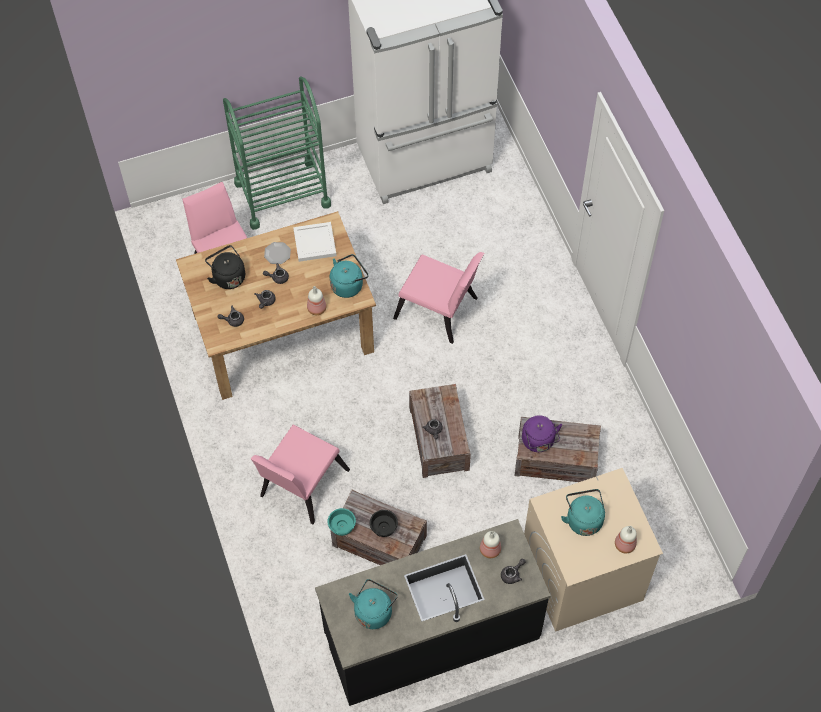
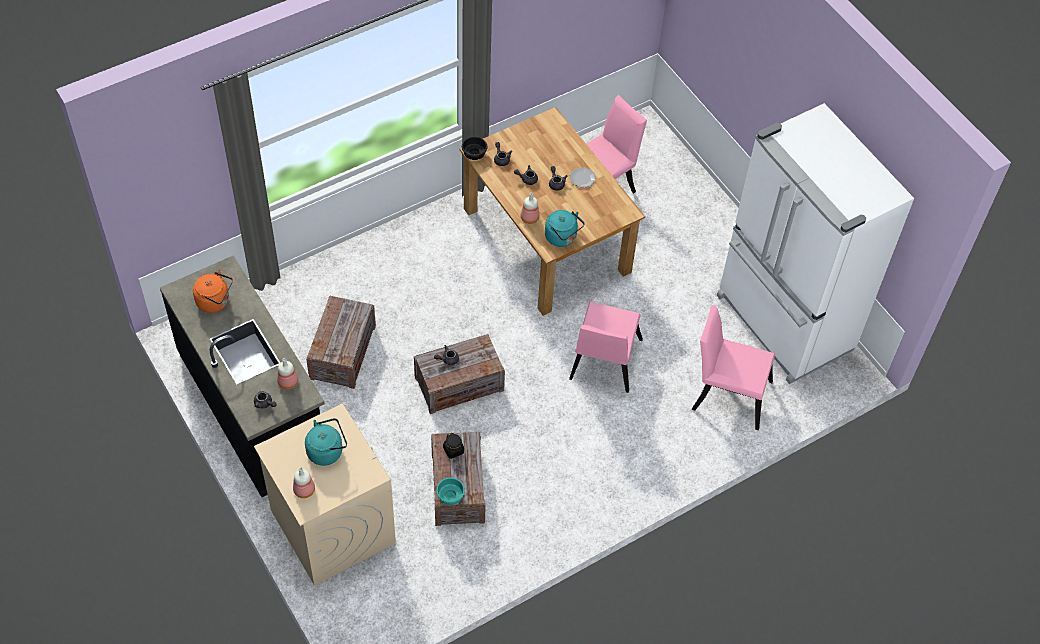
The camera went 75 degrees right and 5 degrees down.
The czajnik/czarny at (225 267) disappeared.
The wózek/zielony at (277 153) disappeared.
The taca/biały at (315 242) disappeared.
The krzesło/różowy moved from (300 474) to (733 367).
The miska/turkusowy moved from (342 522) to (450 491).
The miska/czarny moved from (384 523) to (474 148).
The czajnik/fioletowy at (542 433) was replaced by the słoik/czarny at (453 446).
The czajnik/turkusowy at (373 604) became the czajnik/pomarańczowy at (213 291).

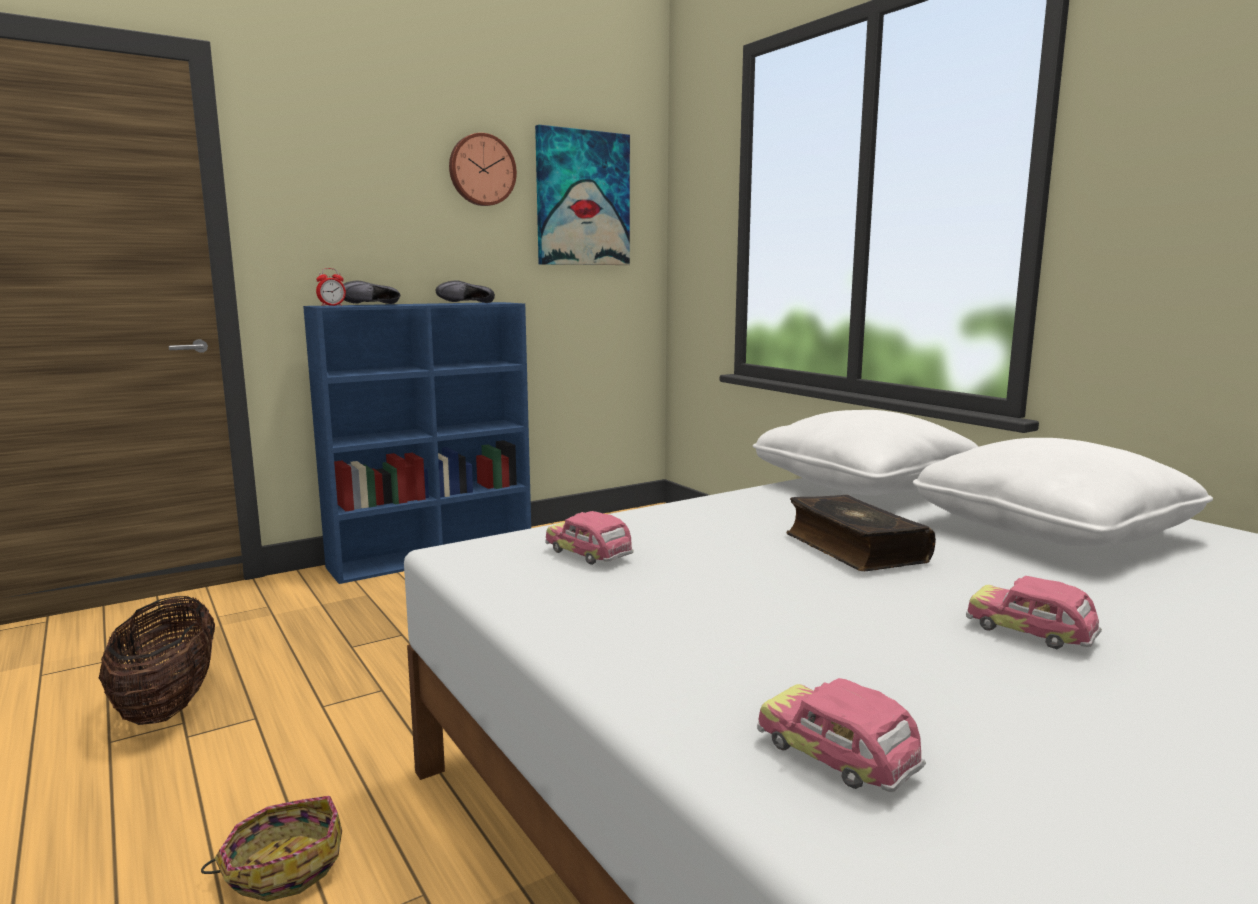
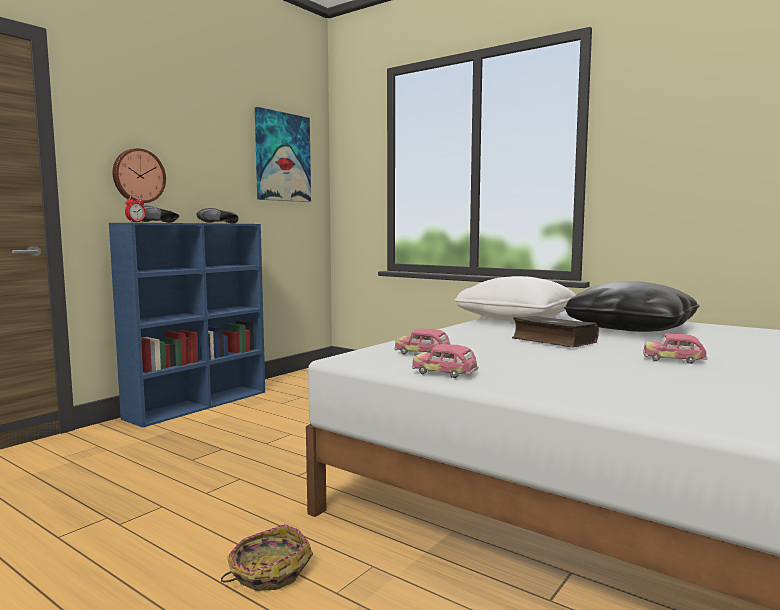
The camera went 20 degrees left and 5 degrees down.
The koszyk at (157 660) disappeared.
The zegar ścienny moved from (483 169) to (139 175).
The samochodzik moved from (841 735) to (445 361).
The poduszka/biały at (1063 492) became the poduszka/czarny at (632 306).

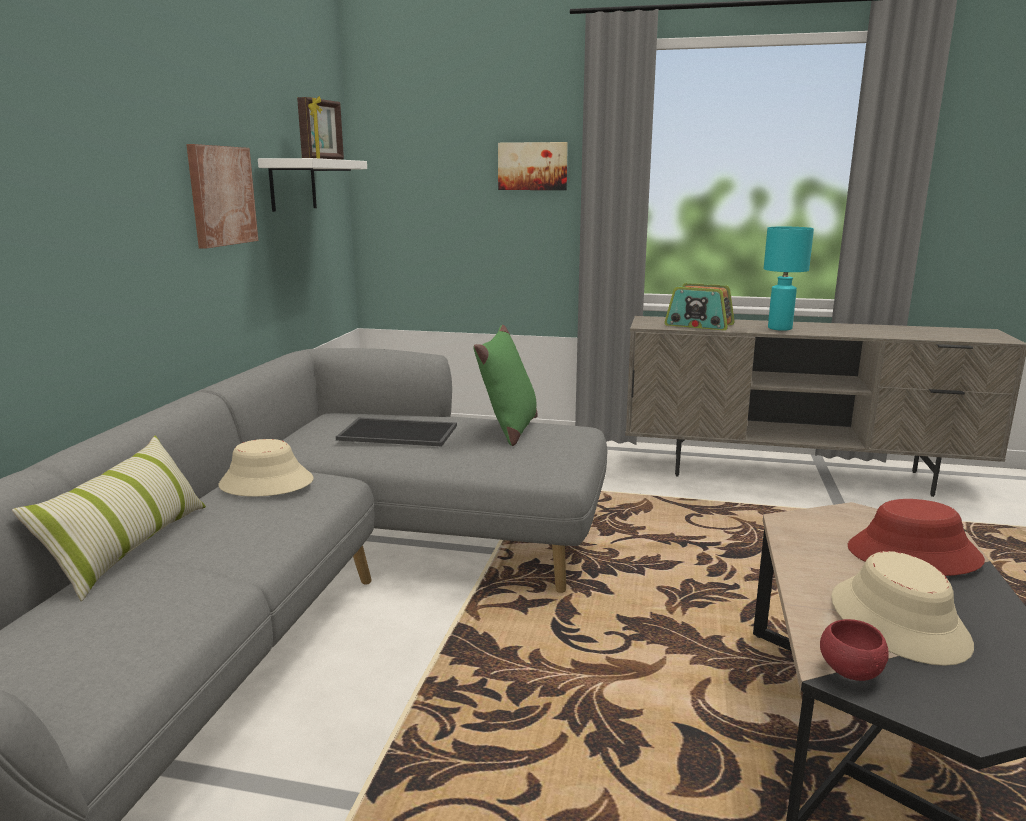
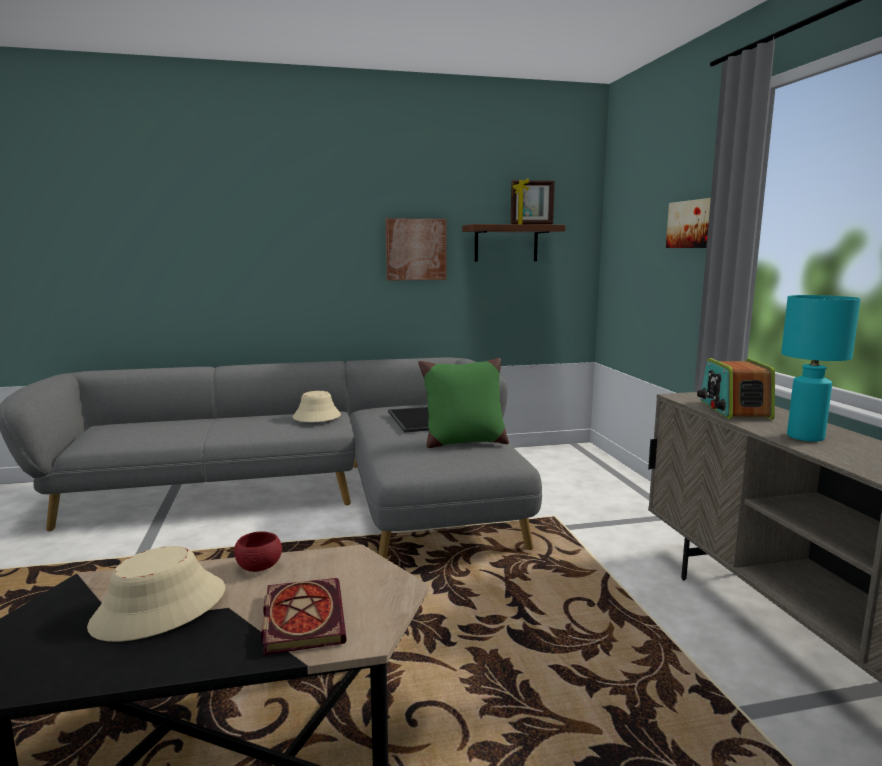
The camera went 65 degrees right and 5 degrees down.
The poduszka at (109 518) disappeared.
The miska/czerwony moved from (854 650) to (258 551).
The kapelusz/czerwony at (916 537) was replaced by the książka at (303 616).
The półka/biały at (312 185) became the półka/brązowy at (514 243).

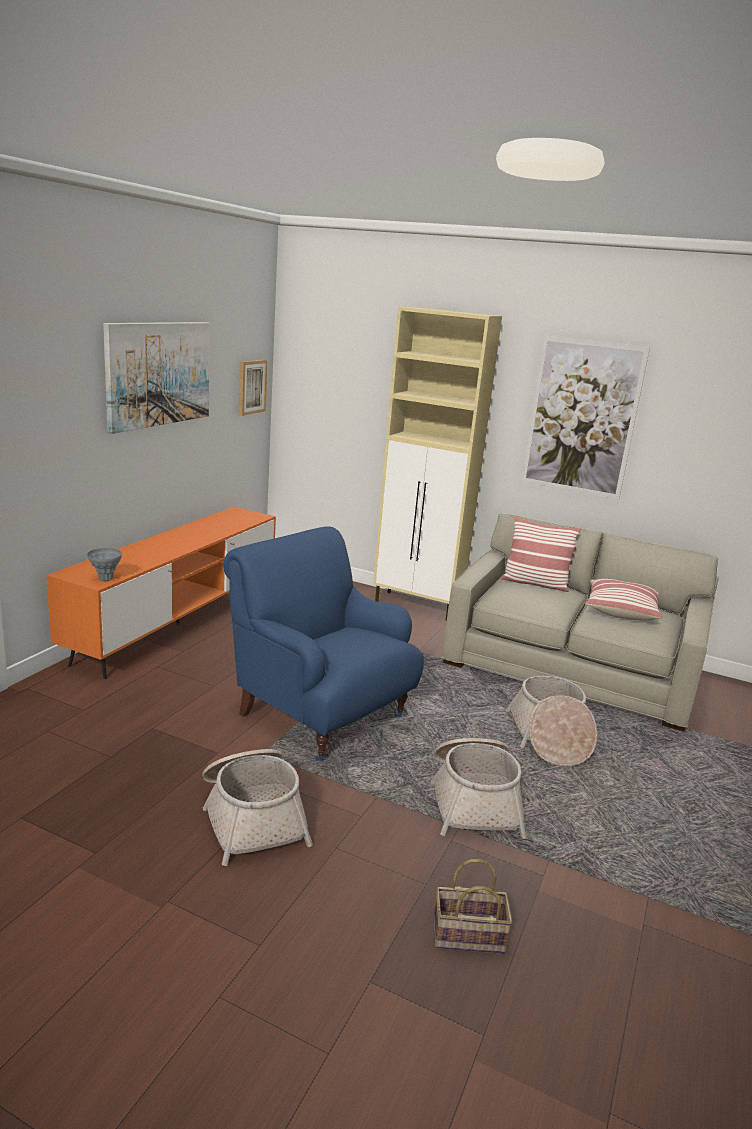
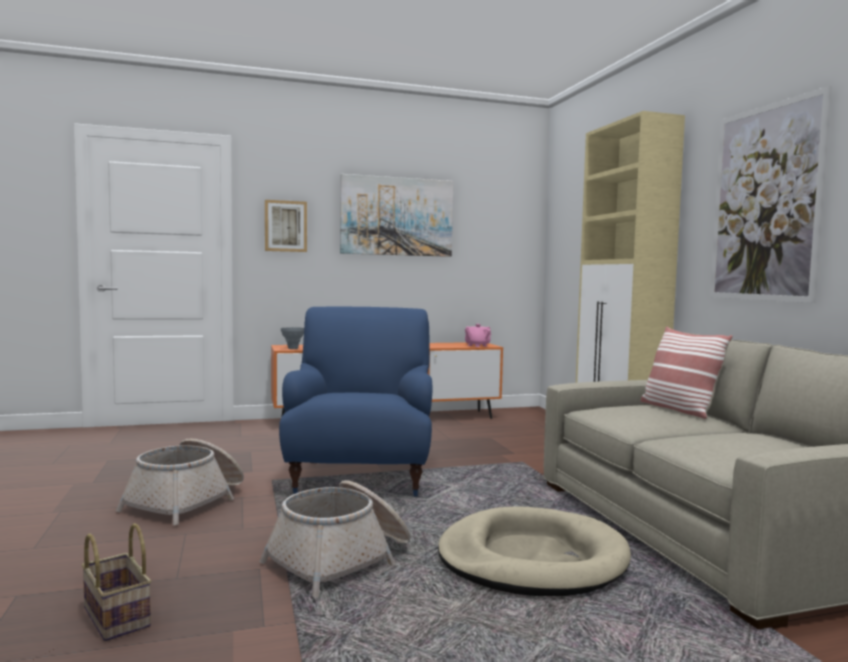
The camera went 50 degrees right and 15 degrees down.
The poduszka at (624 600) disappeared.
The imbryk/różowy at (478 335) appeared.
The obraz moved from (253 388) to (286 226).
The koszyk at (551 721) was replaced by the legowisko/beżowy at (534 551).

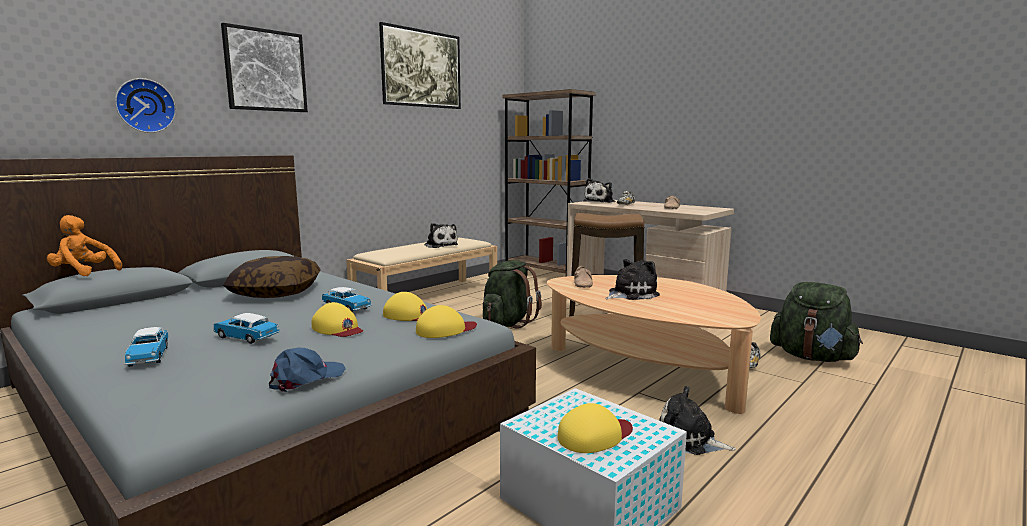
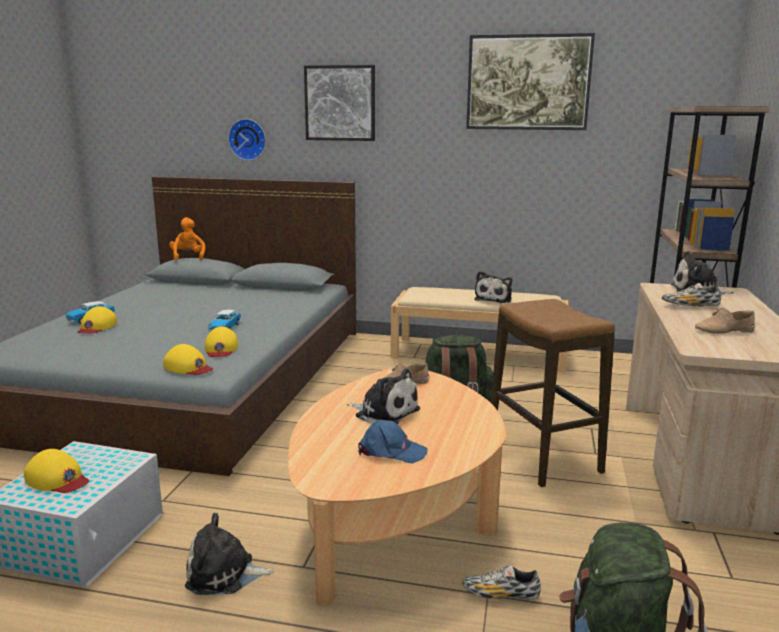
The camera went 60 degrees right and 5 degrees up.
The samochodzik at (246 328) disappeared.
The poduszka at (272 277) disappeared.
The czapka z daszkiem/niebieski moved from (307 369) to (393 442).
The czapka z daszkiem/żółty moved from (337 319) to (97 320).
The pluszak at (697 420) turned 90 degrees counterclockwise.

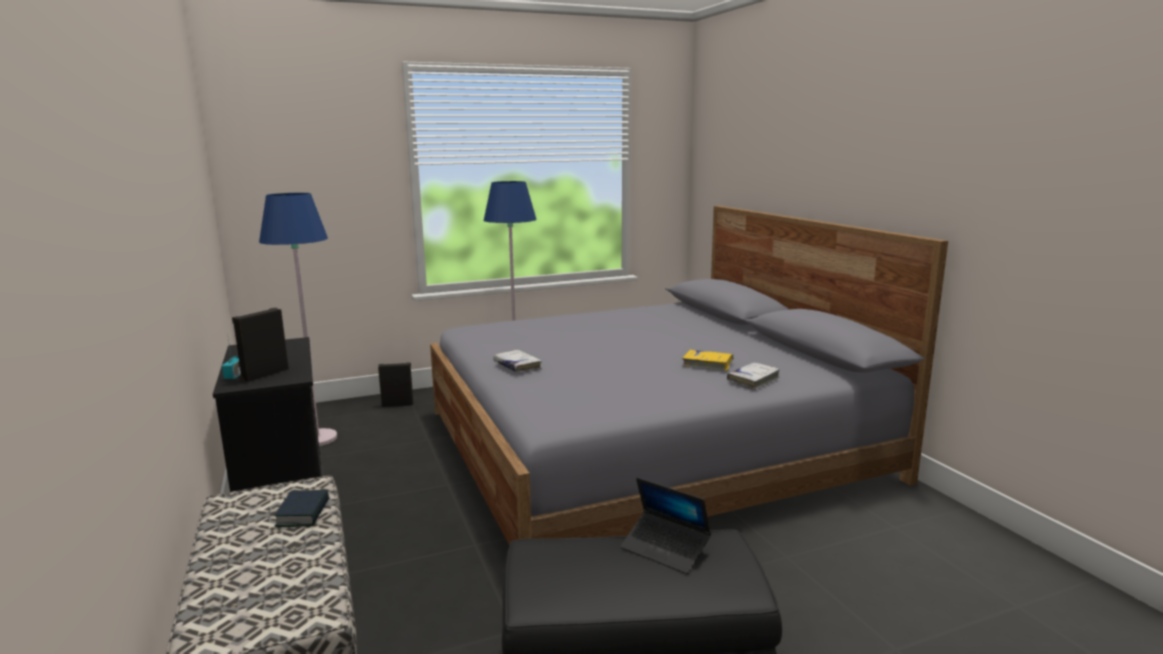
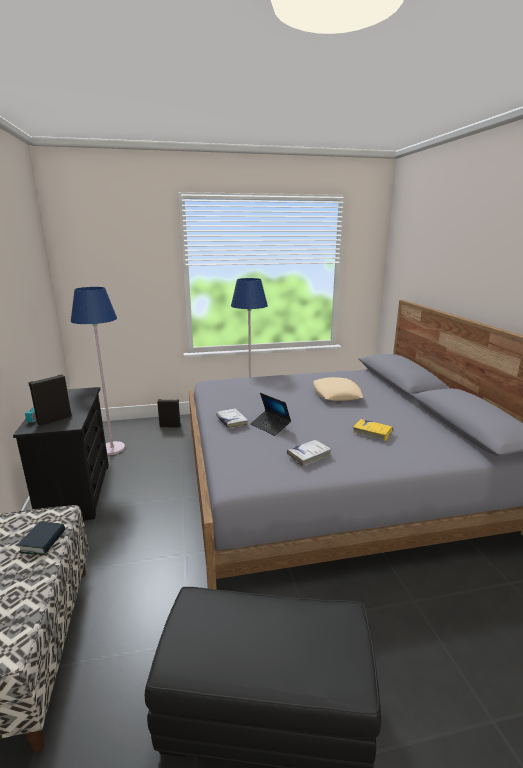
The camera went 10 degrees right and 5 degrees up.
The poduszka/beżowy at (338 389) appeared.
The laptop moved from (665 526) to (270 414).
The książka/biały moved from (753 376) to (309 453).

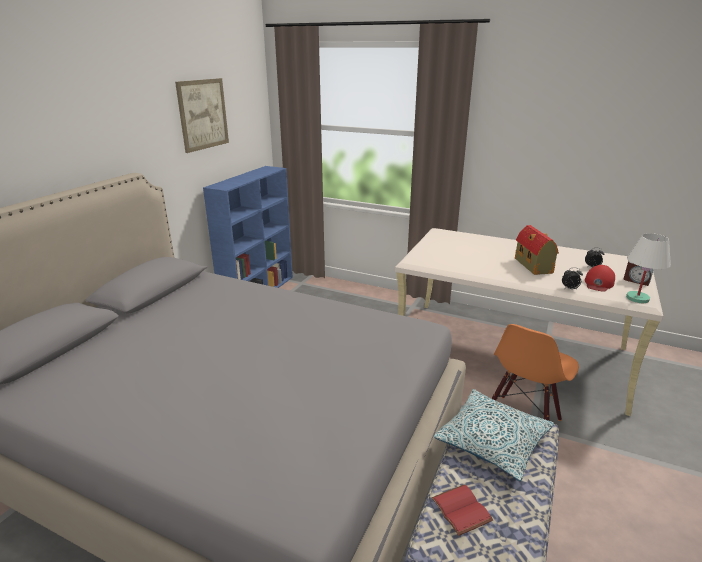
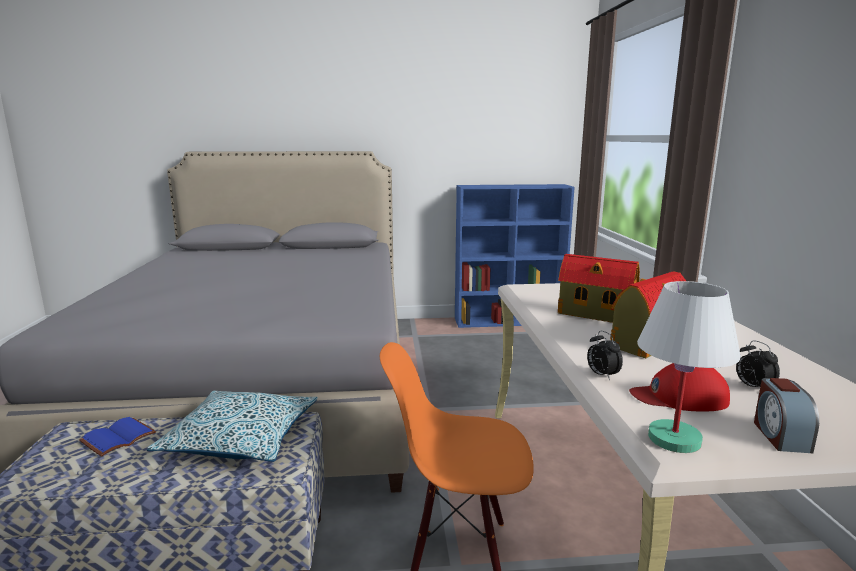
The camera went 60 degrees right and 10 degrees down.
The obraz at (202 115) disappeared.
The domek at (599 288) appeared.
The książka/czerwony at (462 510) became the książka/niebieski at (117 437).

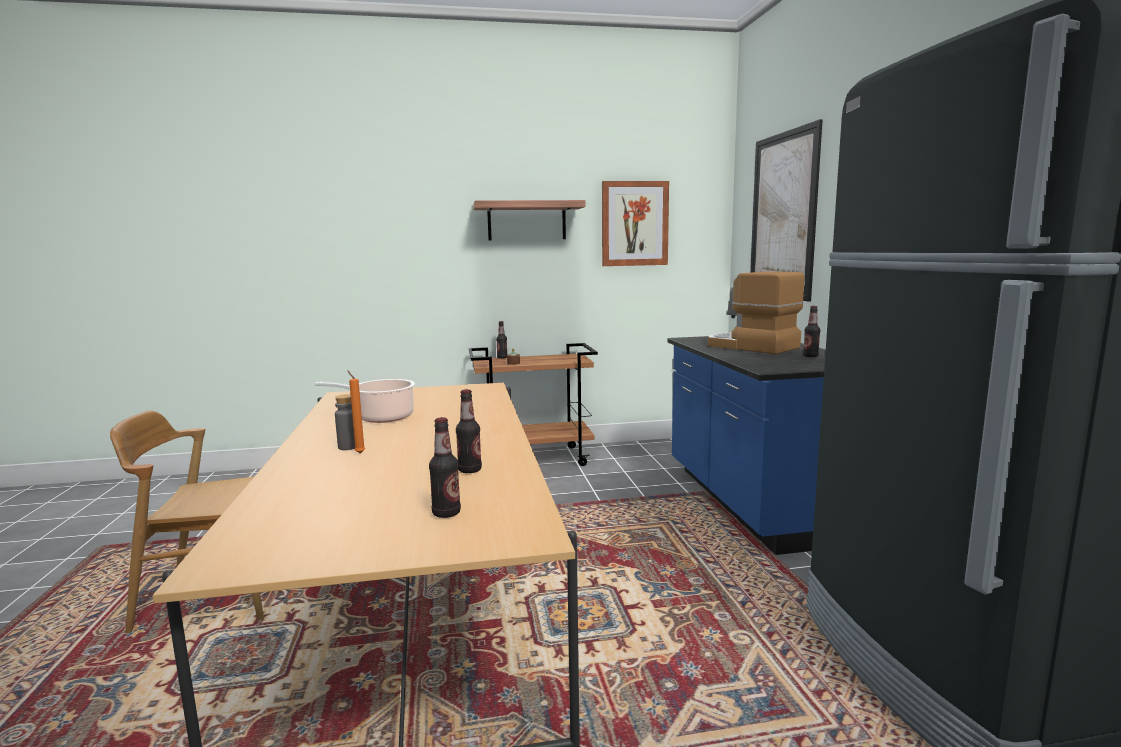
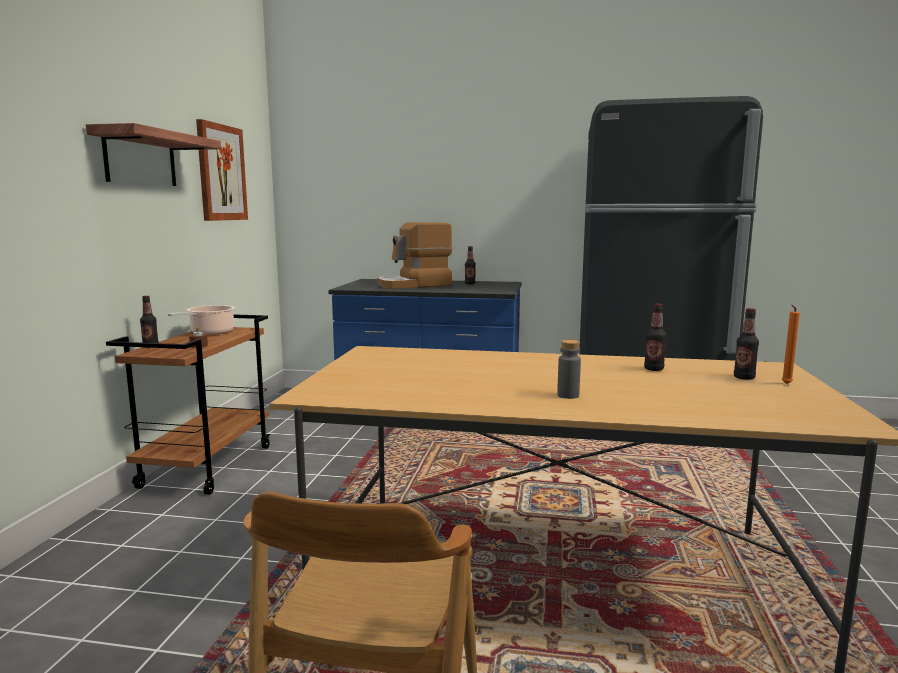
The camera went 70 degrees left and 0 degrees up.
The obraz at (786 210) disappeared.
The garnek moved from (365 401) to (201 320).
The świeca/pomarańczowy moved from (356 412) to (791 344).

